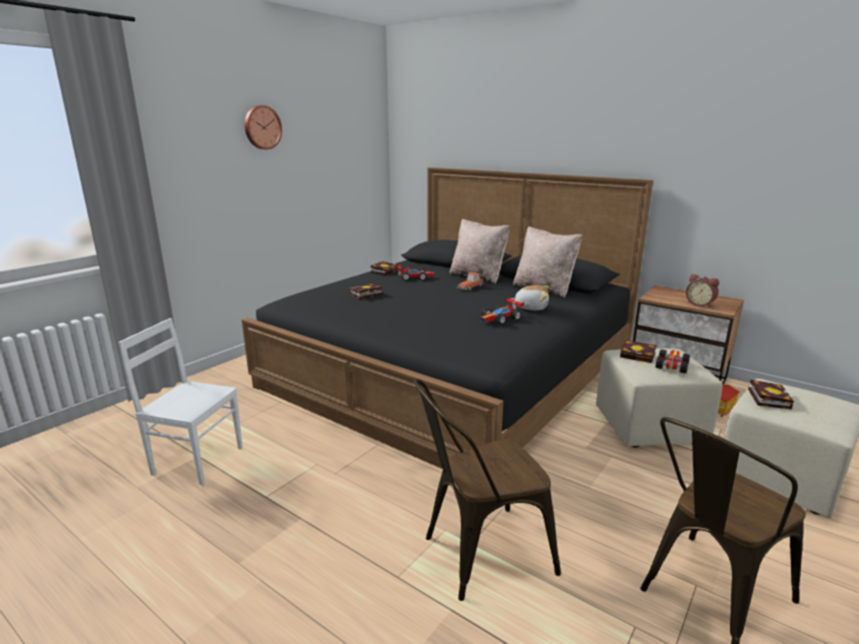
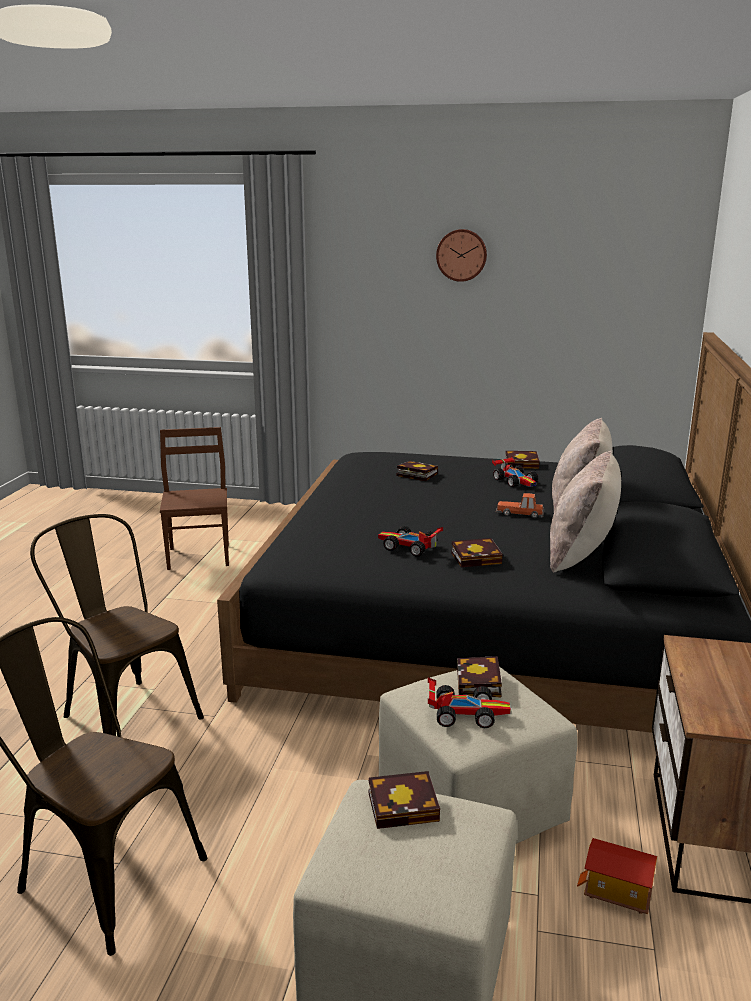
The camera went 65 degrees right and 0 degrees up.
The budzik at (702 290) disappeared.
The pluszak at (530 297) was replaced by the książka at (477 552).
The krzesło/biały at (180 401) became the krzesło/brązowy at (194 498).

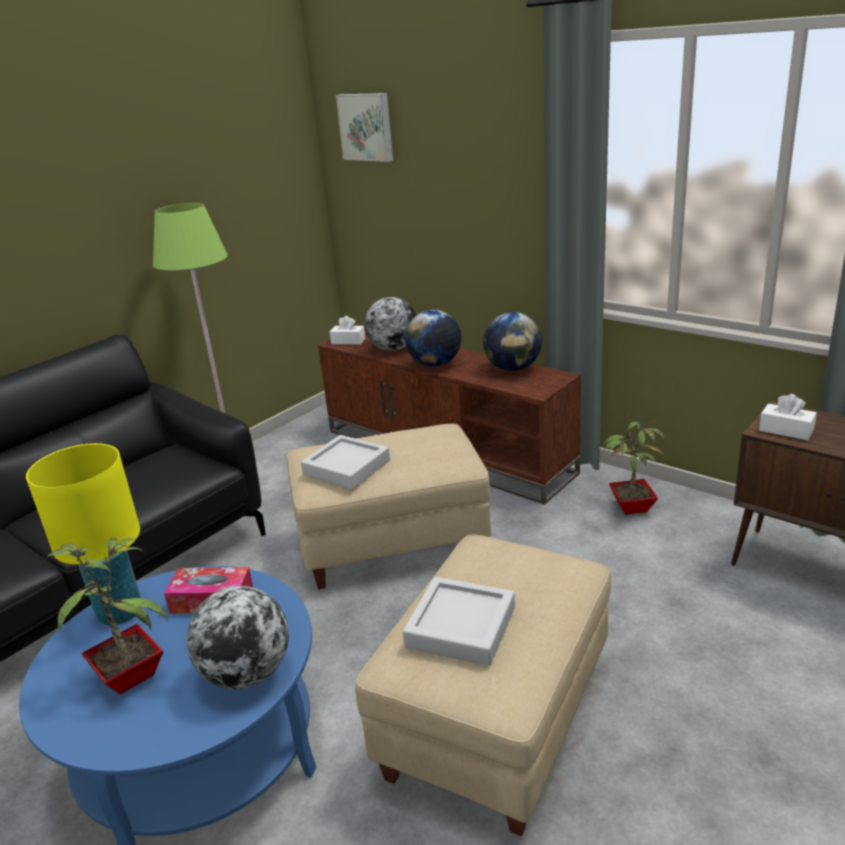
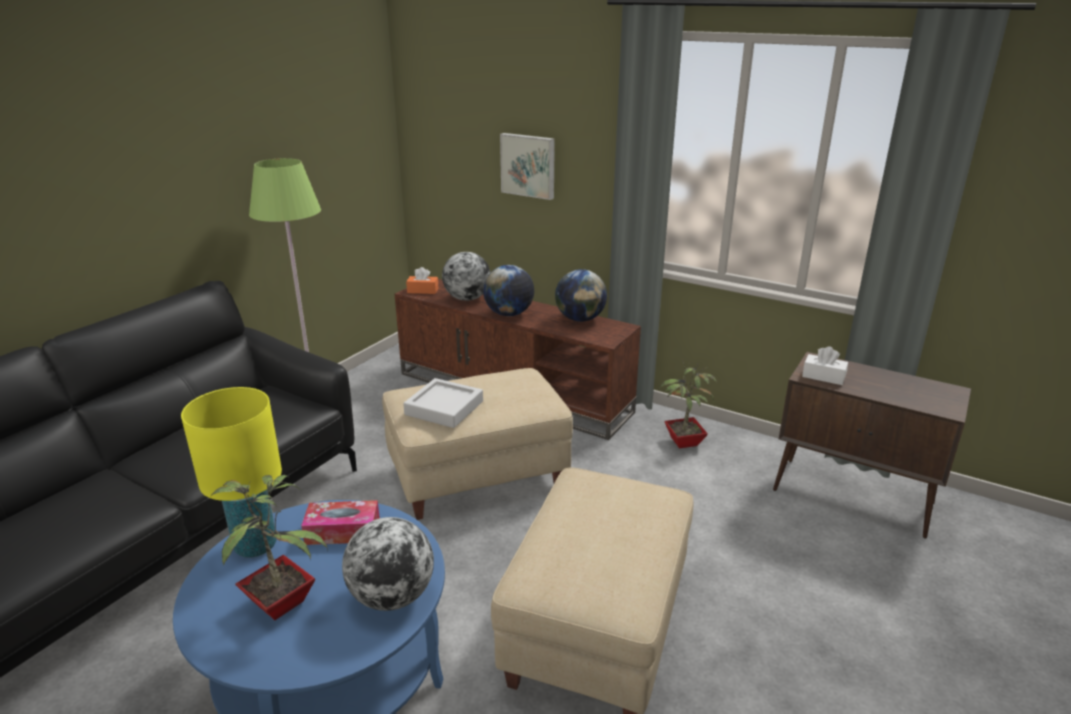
The camera went 10 degrees left and 0 degrees up.
The taca/szary at (459 621) disappeared.
The obraz moved from (364 127) to (527 166).
The pudełko chusteczek/biały at (347 330) became the pudełko chusteczek/pomarańczowy at (422 280).

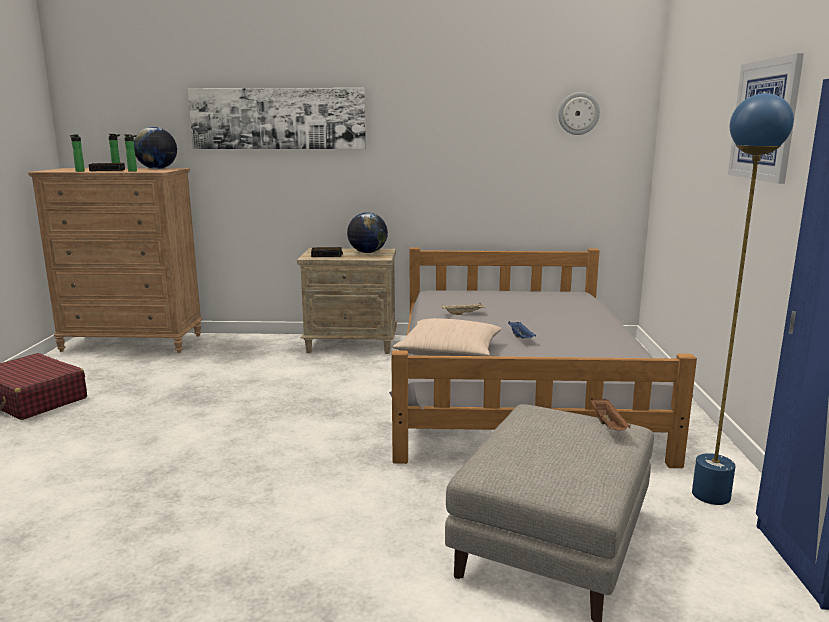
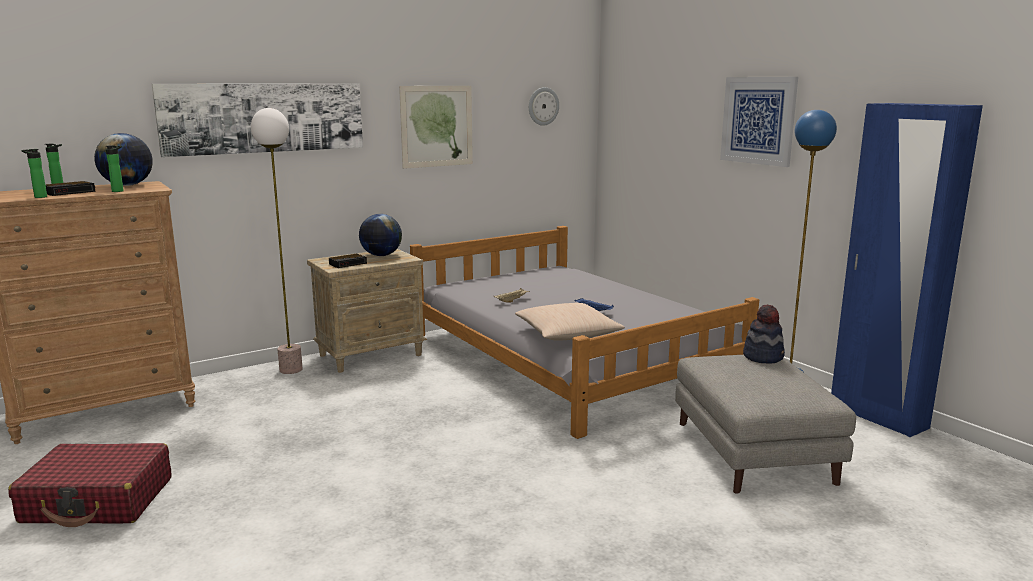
The camera went 35 degrees left and 0 degrees up.
The lampa stojąca at (277 241) appeared.
The obraz at (436 127) appeared.
The taca/brązowy at (610 414) was replaced by the kapelusz at (764 333).

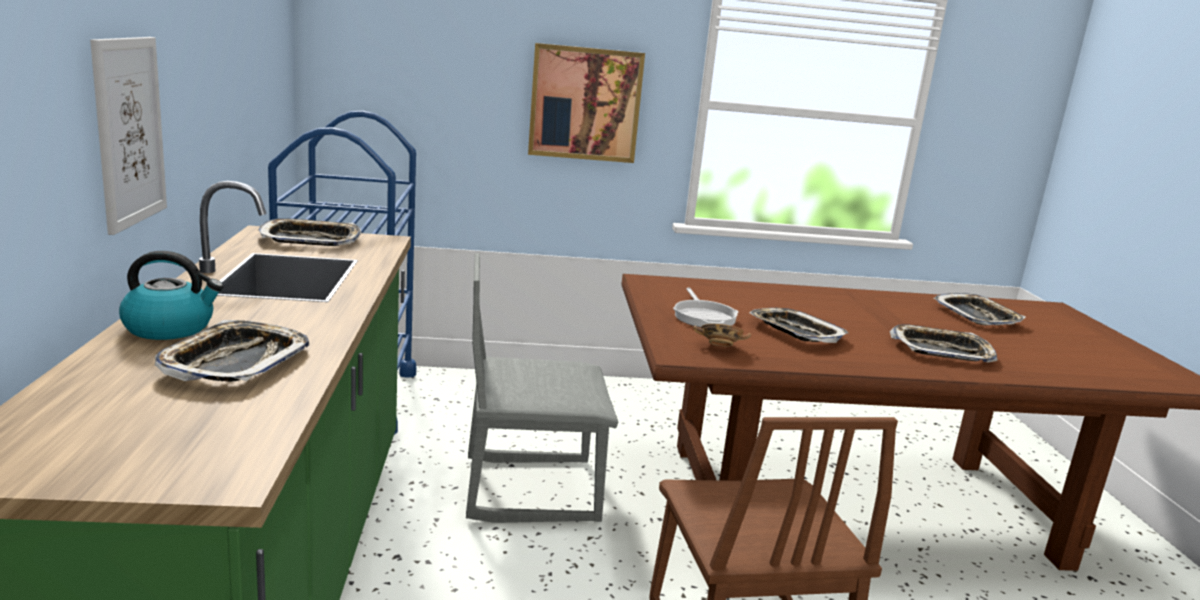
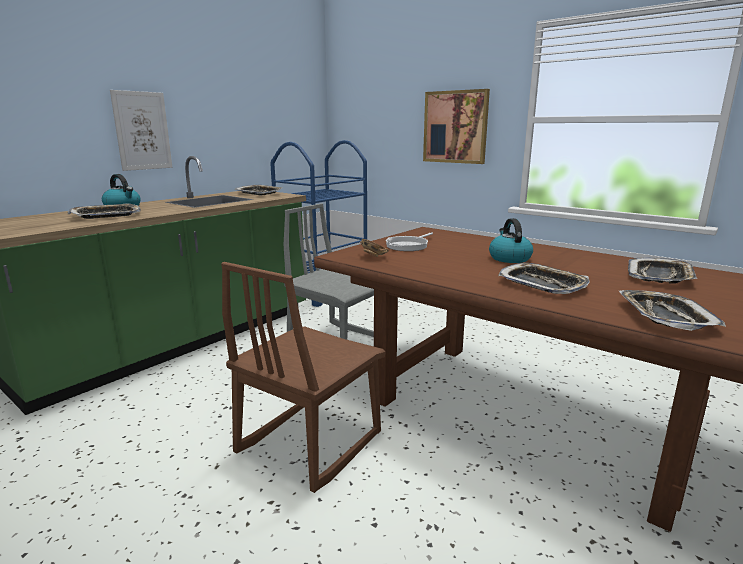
The camera went 45 degrees right and 0 degrees up.
The czajnik at (511 240) appeared.
The taca moved from (798 325) to (672 310).

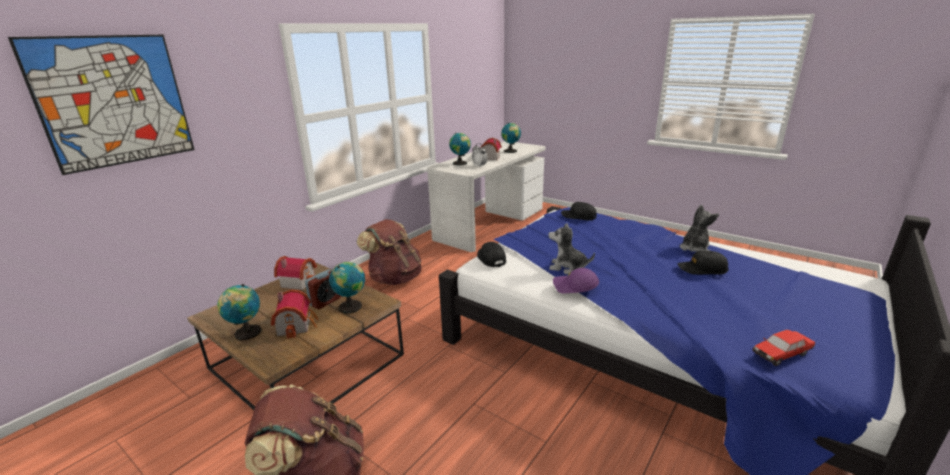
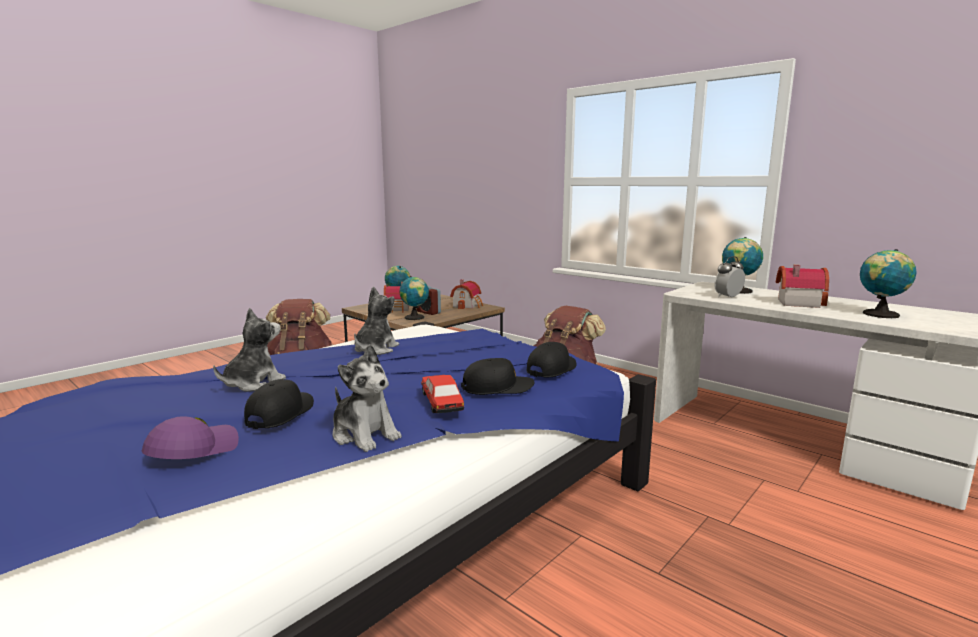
The camera went 95 degrees right and 10 degrees down.
The obraz at (101 105) disappeared.
The pluszak at (249 350) appeared.
The czapka z daszkiem/czarny moved from (491 254) to (497 376).
The czapka z daszkiem/fioletowy moved from (576 281) to (190 438).
The samochodzik moved from (783 348) to (442 394).

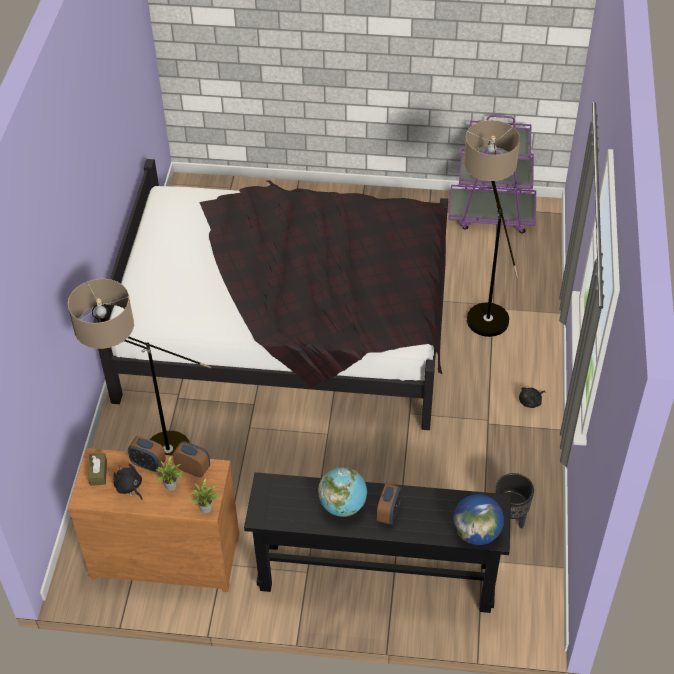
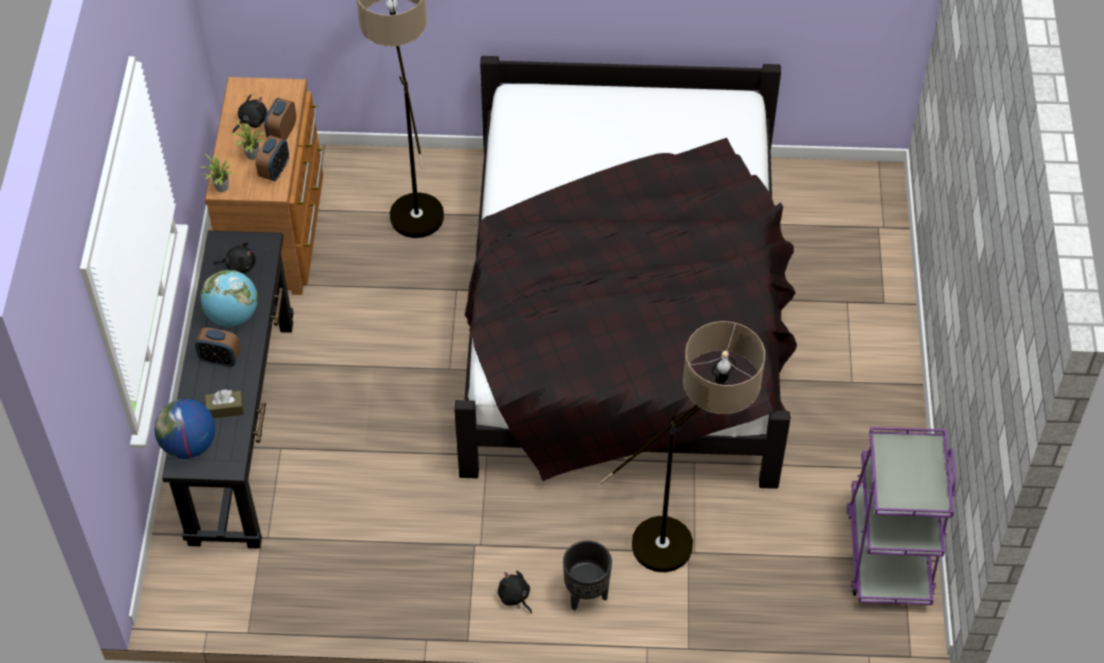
The camera went 85 degrees right and 5 degrees up.
The pluszak/czarny at (234 257) appeared.
The pudełko chusteczek/brązowy moved from (97 469) to (224 404).
The donica/czarny moved from (515 501) to (587 575).

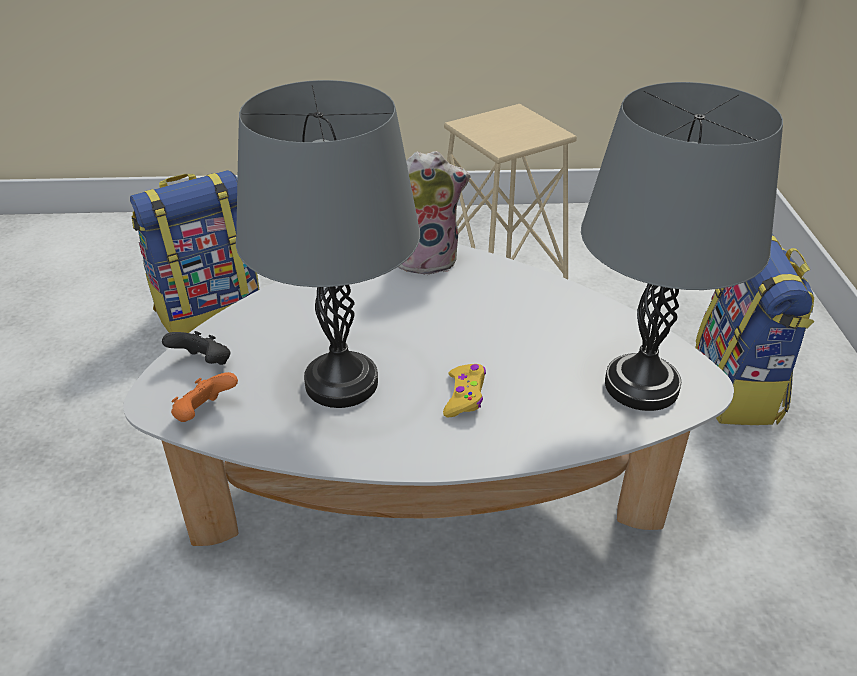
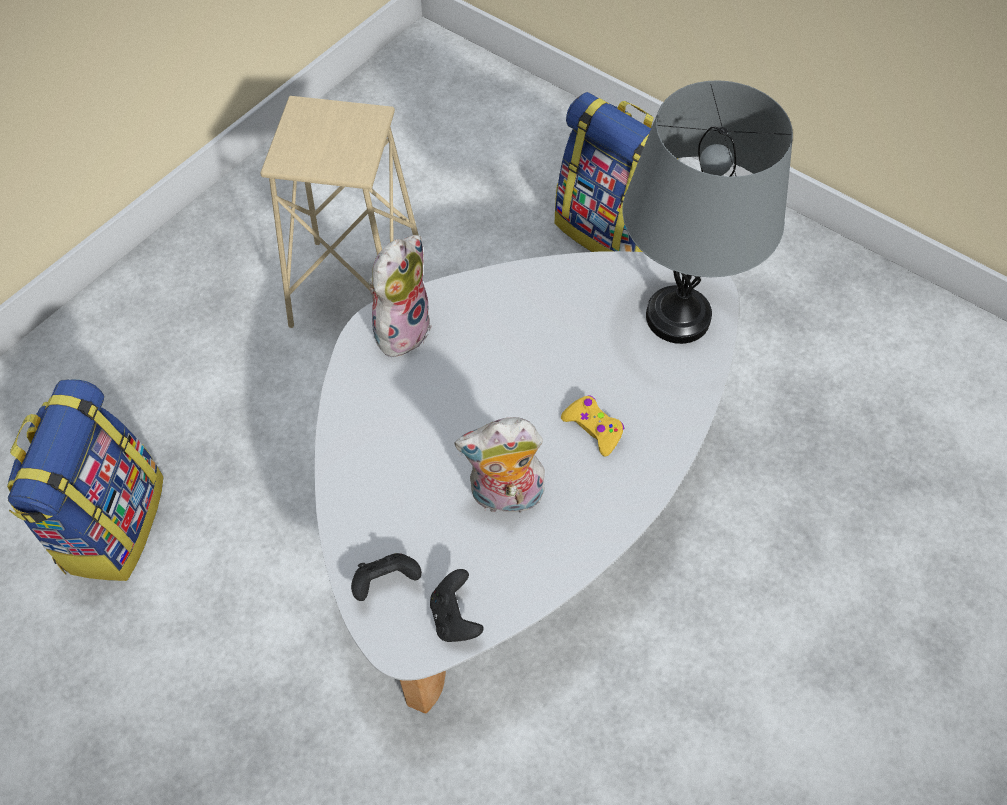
The camera went 50 degrees left and 20 degrees up.
The lampa stołowa/szary at (328 244) was replaced by the pluszak at (500 465).
The pad do gier/pomarańczowy at (204 397) became the pad do gier/czarny at (456 605).

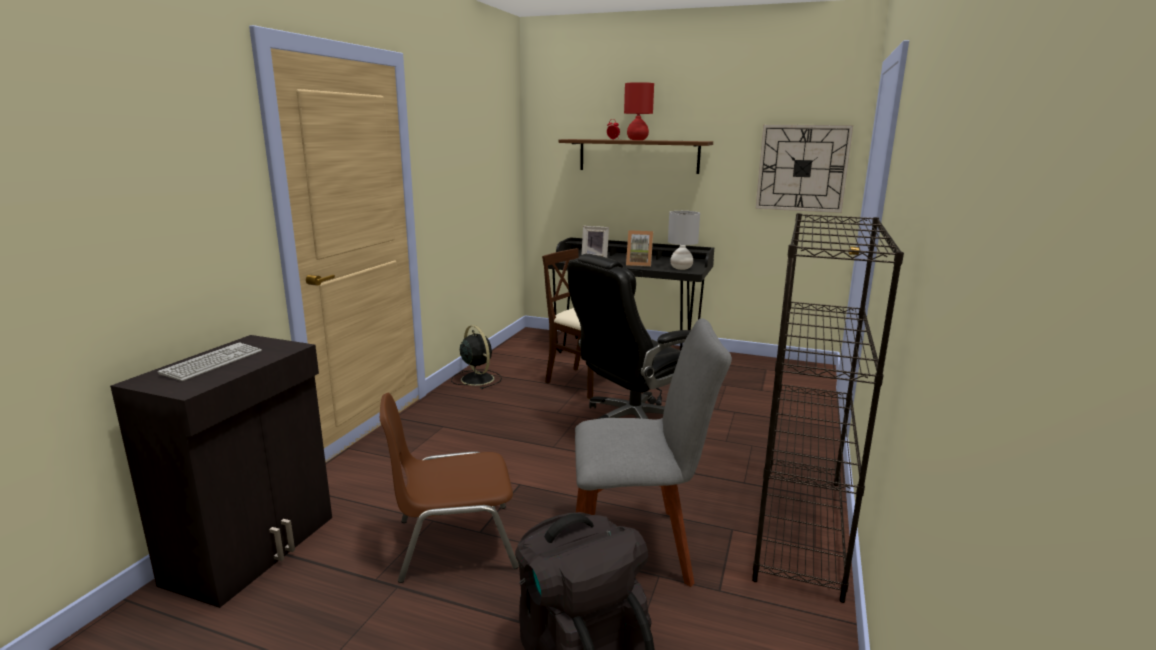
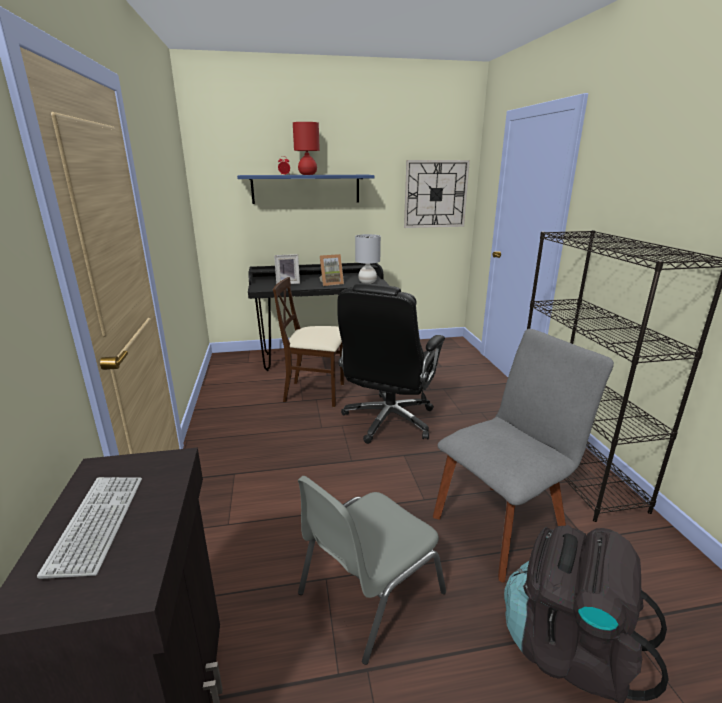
The camera went 30 degrees left and 5 degrees up.
The wentylator/czarny at (476 357) disappeared.
The krzesło/brązowy at (449 488) became the krzesło/szary at (372 570).
The półka/brązowy at (636 156) became the półka/niebieski at (305 189).

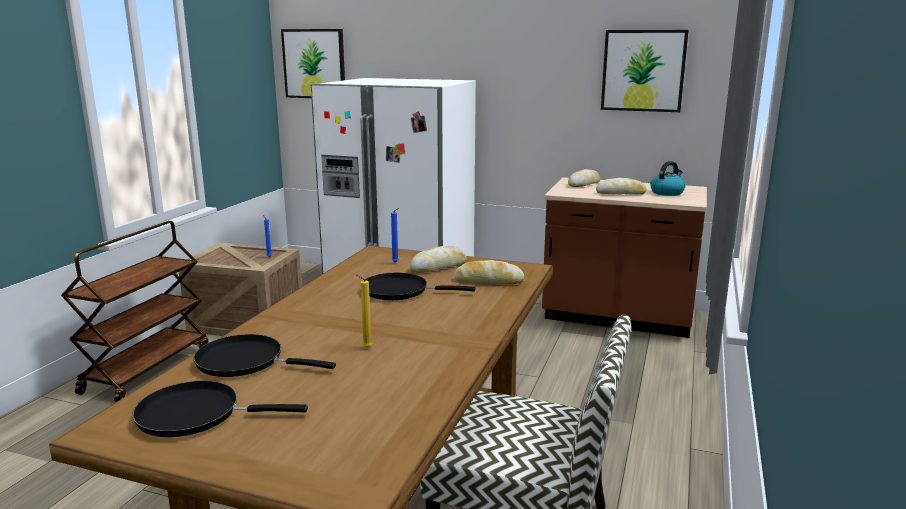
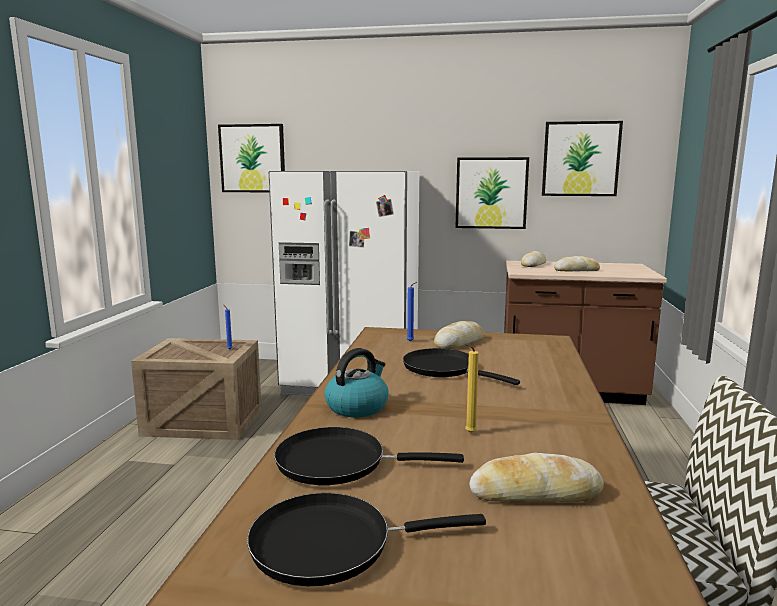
The camera went 10 degrees left and 5 degrees down.
The wózek/brązowy at (134 311) disappeared.
The obraz at (492 193) appeared.
The chleb moved from (489 272) to (537 477).
The czajnik moved from (667 178) to (356 382).
The patelnia/czarny at (419 286) turned 45 degrees clockwise.

